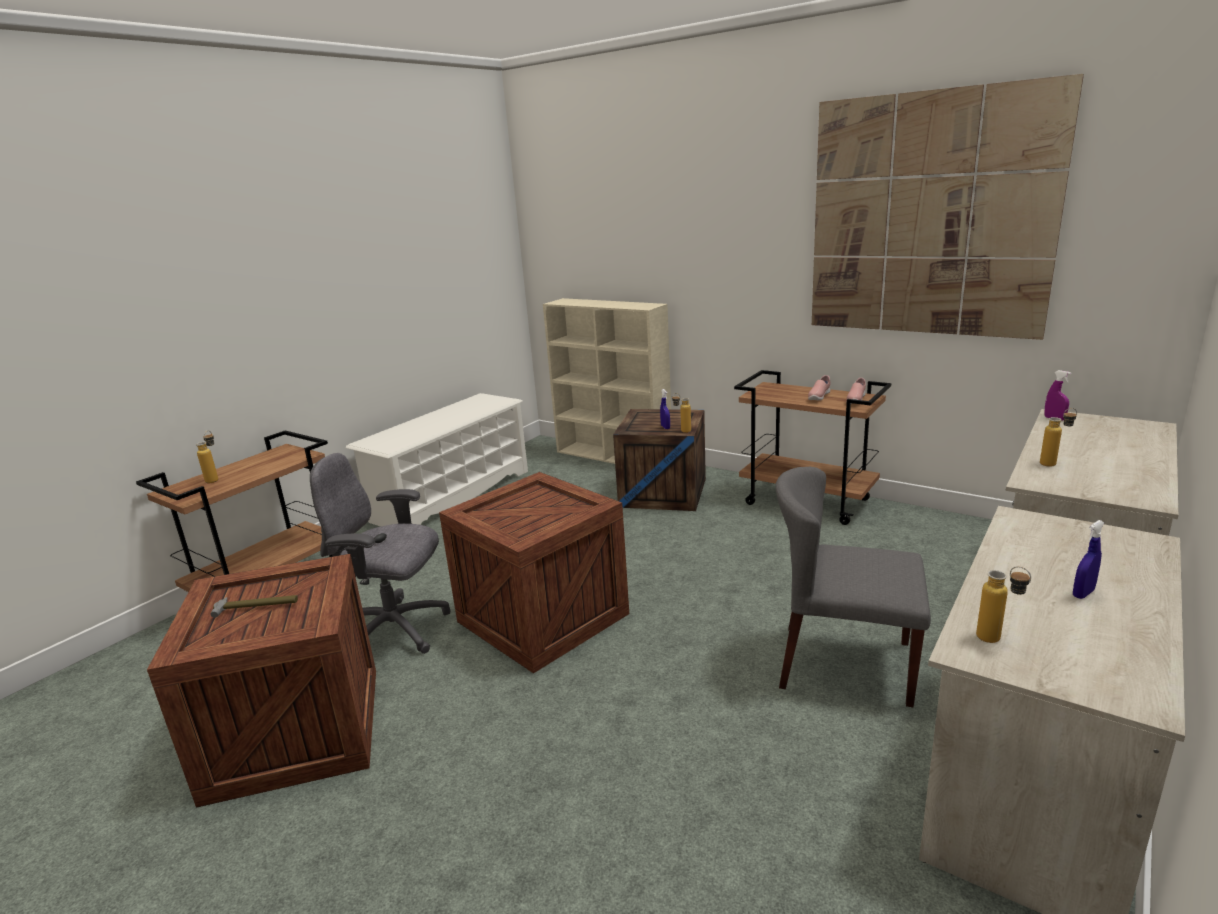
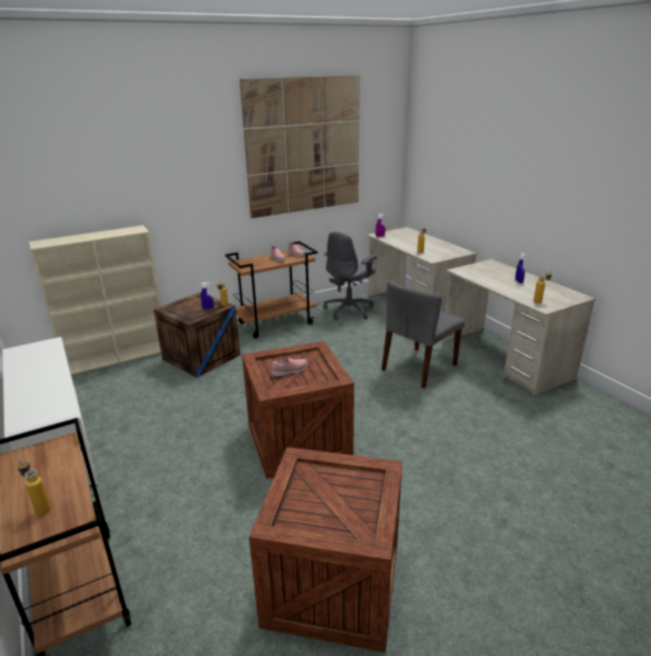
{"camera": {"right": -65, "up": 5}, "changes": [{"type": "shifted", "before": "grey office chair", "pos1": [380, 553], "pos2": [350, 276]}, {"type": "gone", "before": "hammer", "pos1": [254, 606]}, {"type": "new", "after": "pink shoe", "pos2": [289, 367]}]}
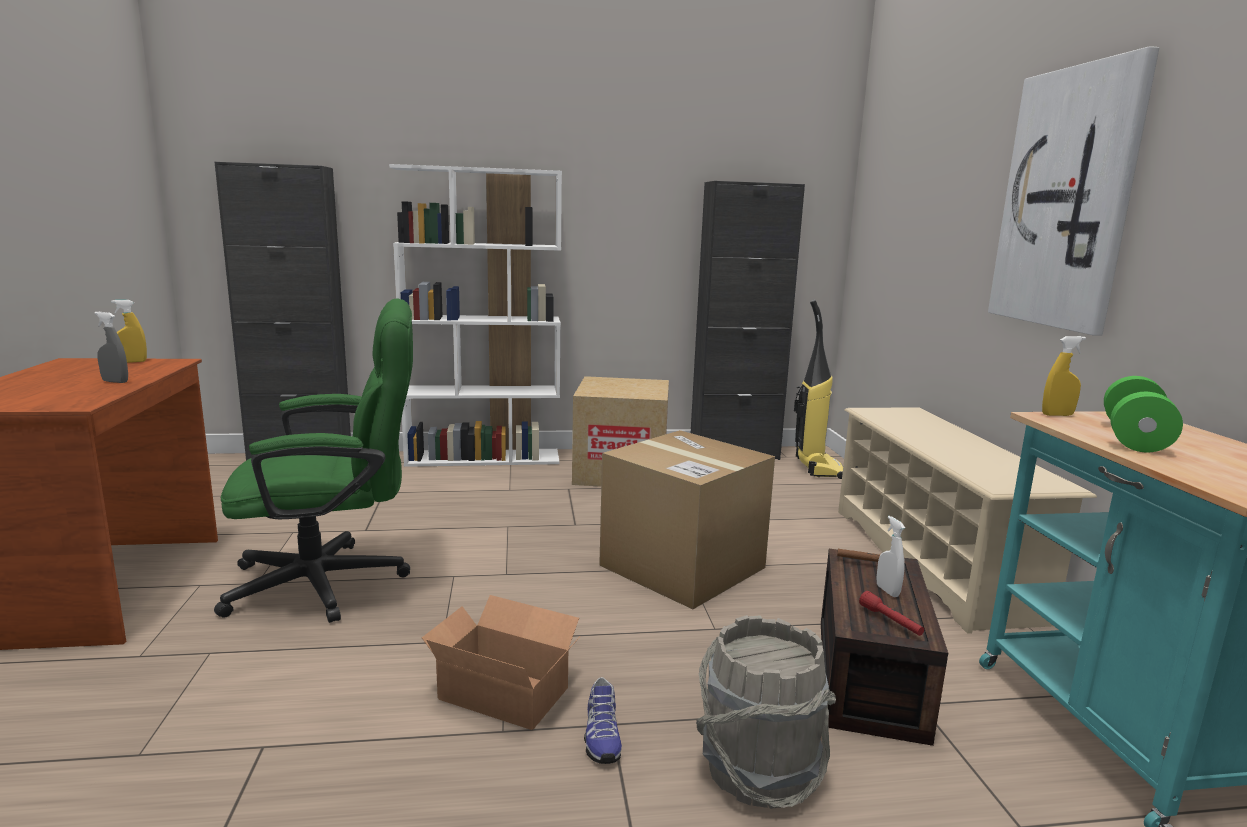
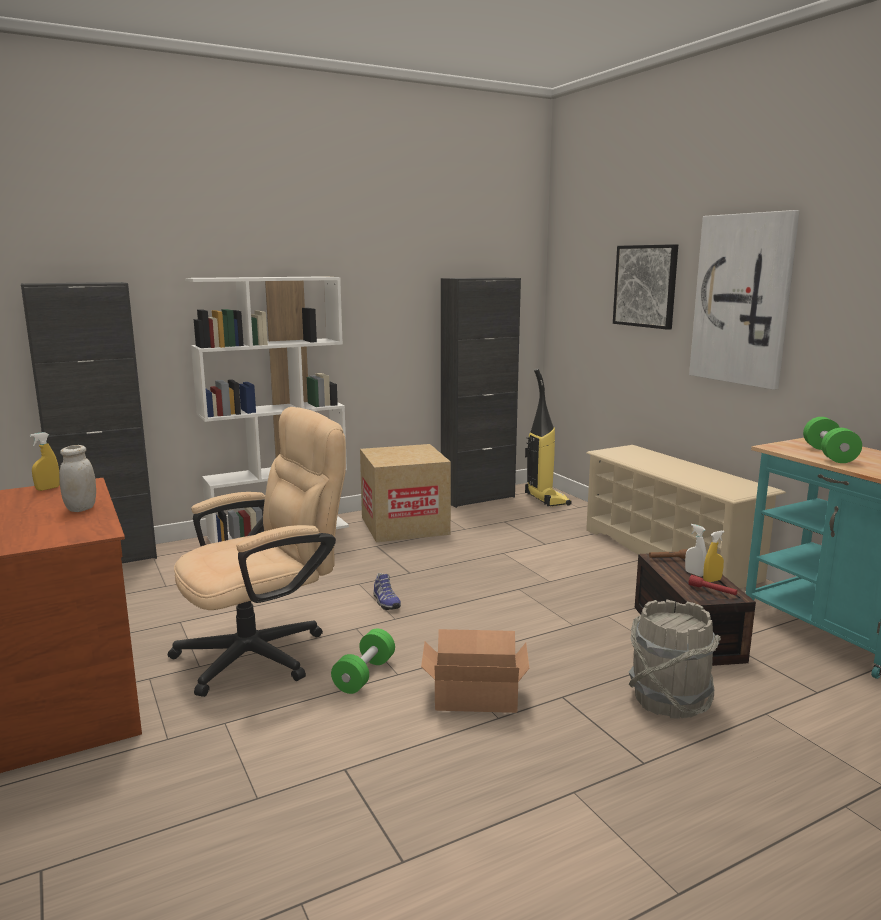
{"camera": {"right": -20, "up": 0}, "changes": [{"type": "repainted", "before": "green office chair", "after": "beige office chair", "pos1": [313, 460], "pos2": [257, 552]}, {"type": "swapped", "before": "grey spray bottle", "after": "white jar", "pos1": [111, 347], "pos2": [77, 478]}, {"type": "shifted", "before": "yellow spray bottle", "pos1": [1064, 376], "pos2": [714, 556]}, {"type": "gone", "before": "cardboard box", "pos1": [687, 519]}, {"type": "shifted", "before": "shoe", "pos1": [603, 720], "pos2": [387, 591]}, {"type": "new", "after": "picture", "pos2": [645, 287]}, {"type": "new", "after": "green dumbbell", "pos2": [363, 661]}]}
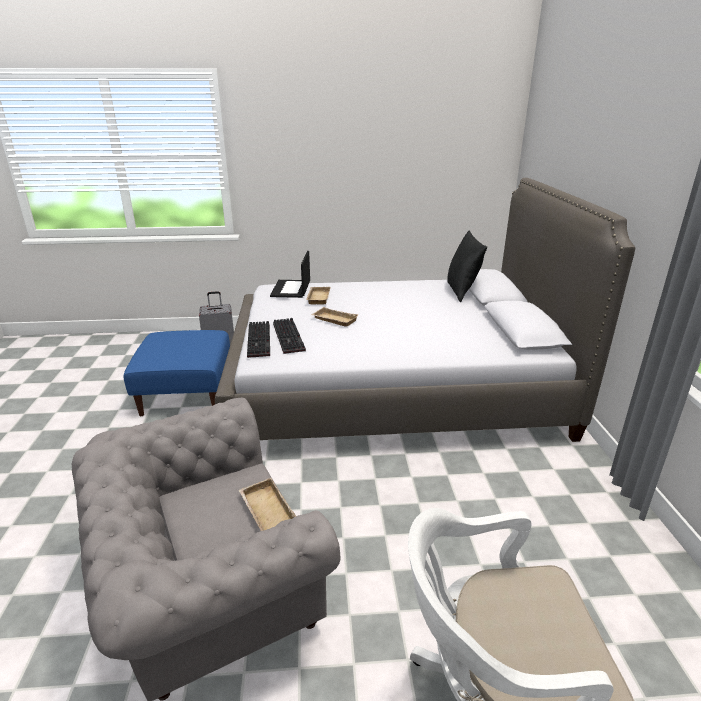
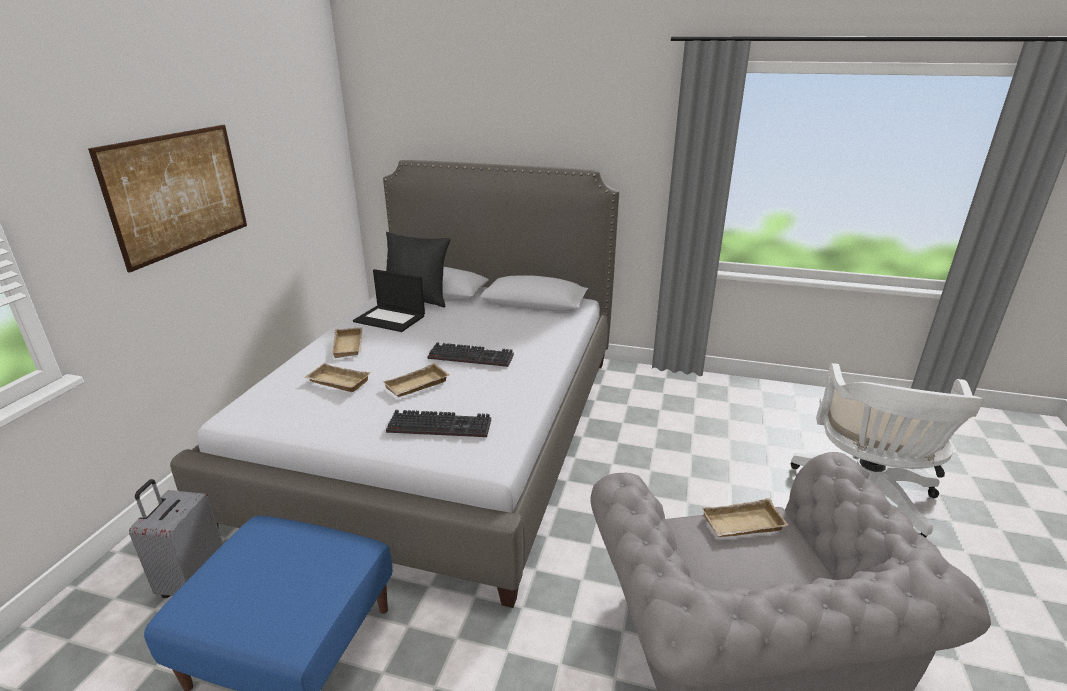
{"camera": {"right": -70, "up": 0}, "changes": [{"type": "shifted", "before": "laptop", "pos1": [290, 274], "pos2": [389, 300]}, {"type": "shifted", "before": "keyboard", "pos1": [258, 339], "pos2": [470, 354]}, {"type": "new", "after": "picture", "pos2": [167, 198]}, {"type": "new", "after": "beige tray", "pos2": [347, 342]}]}
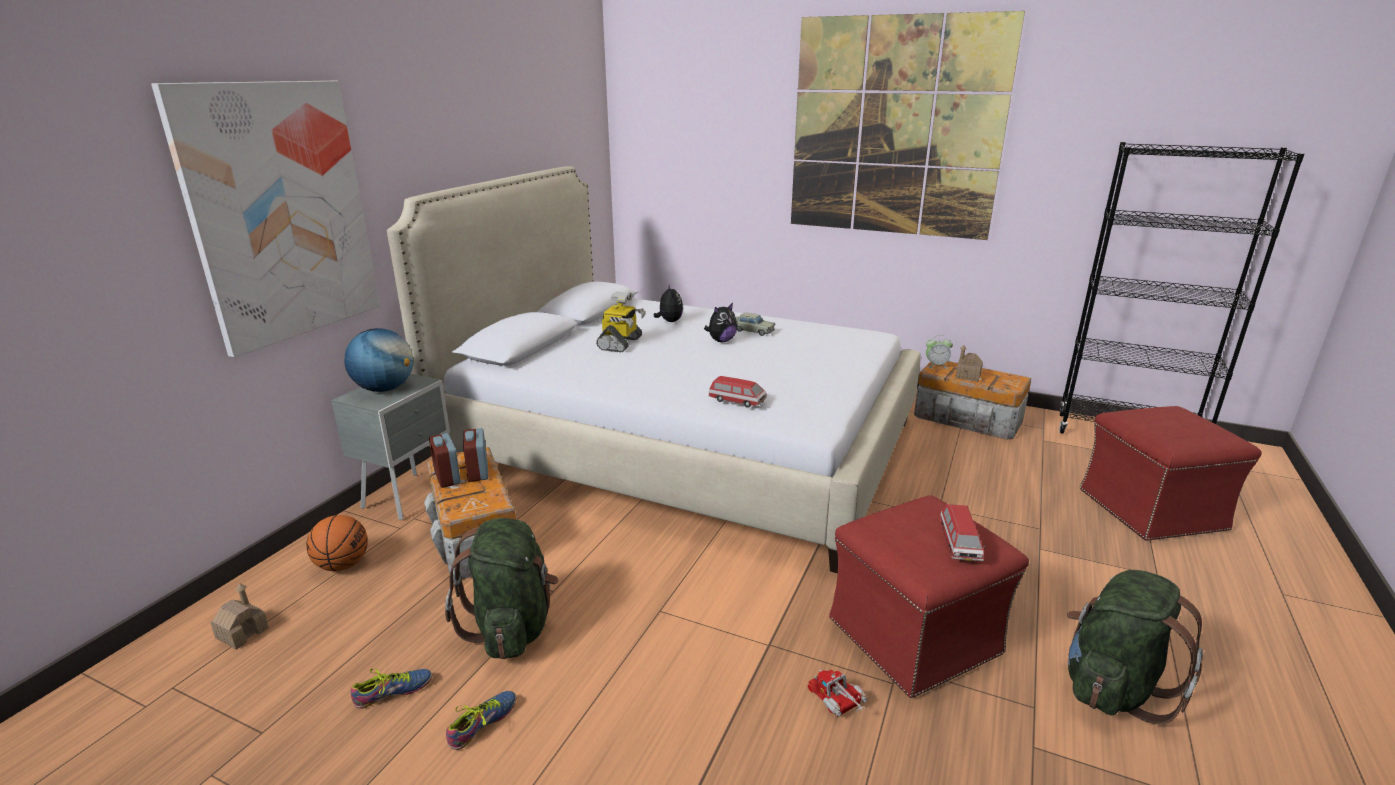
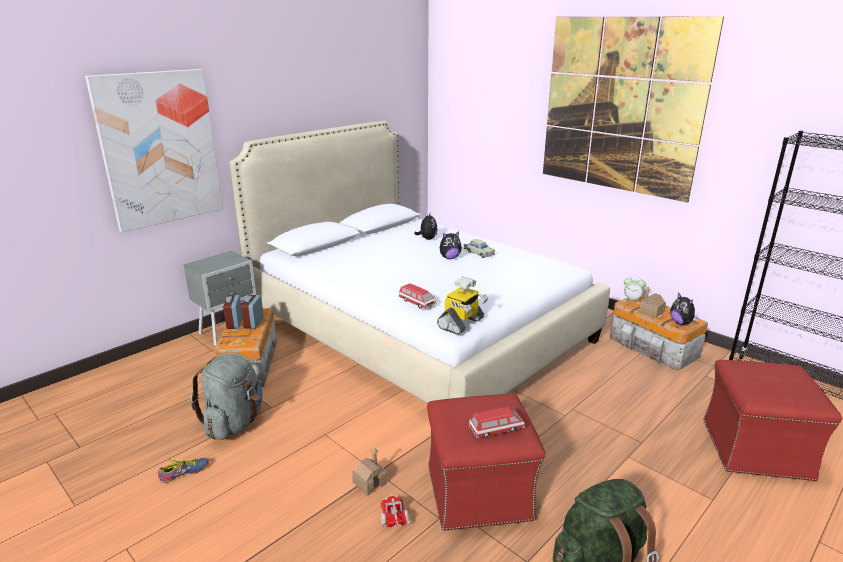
{"camera": {"right": 20, "up": 0}, "changes": [{"type": "shifted", "before": "toy robot", "pos1": [621, 322], "pos2": [462, 306]}, {"type": "gone", "before": "globe", "pos1": [378, 360]}, {"type": "rotated", "before": "toy car", "pos1": [963, 532], "pos2": [497, 422], "turn": -135}, {"type": "gone", "before": "basketball", "pos1": [337, 543]}, {"type": "repainted", "before": "green backpack", "after": "grey backpack", "pos1": [501, 588], "pos2": [226, 396]}, {"type": "shifted", "before": "toy house", "pos1": [240, 616], "pos2": [369, 472]}, {"type": "gone", "before": "shoe", "pos1": [391, 688]}, {"type": "new", "after": "plush toy", "pos2": [684, 309]}]}
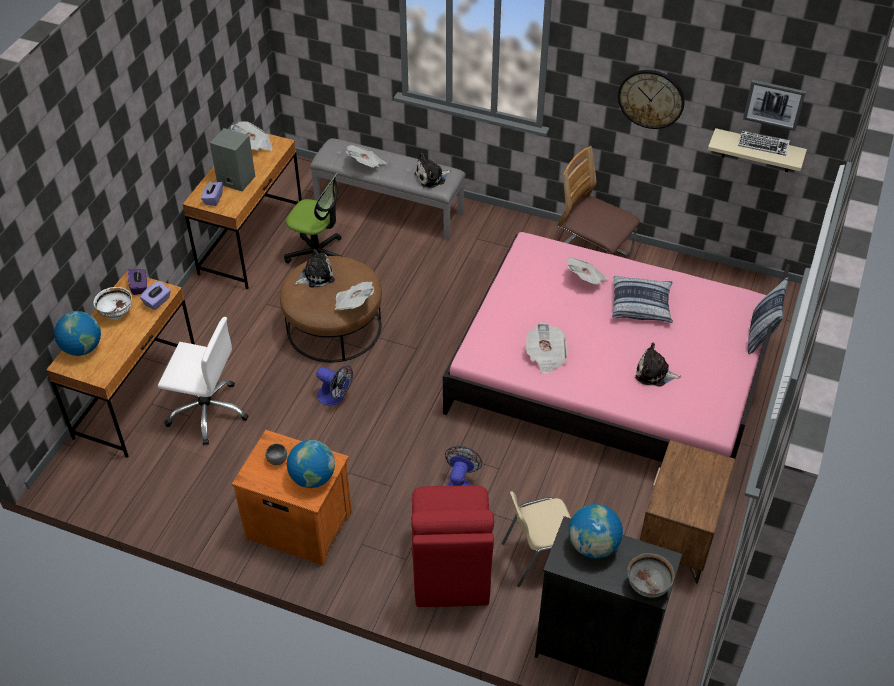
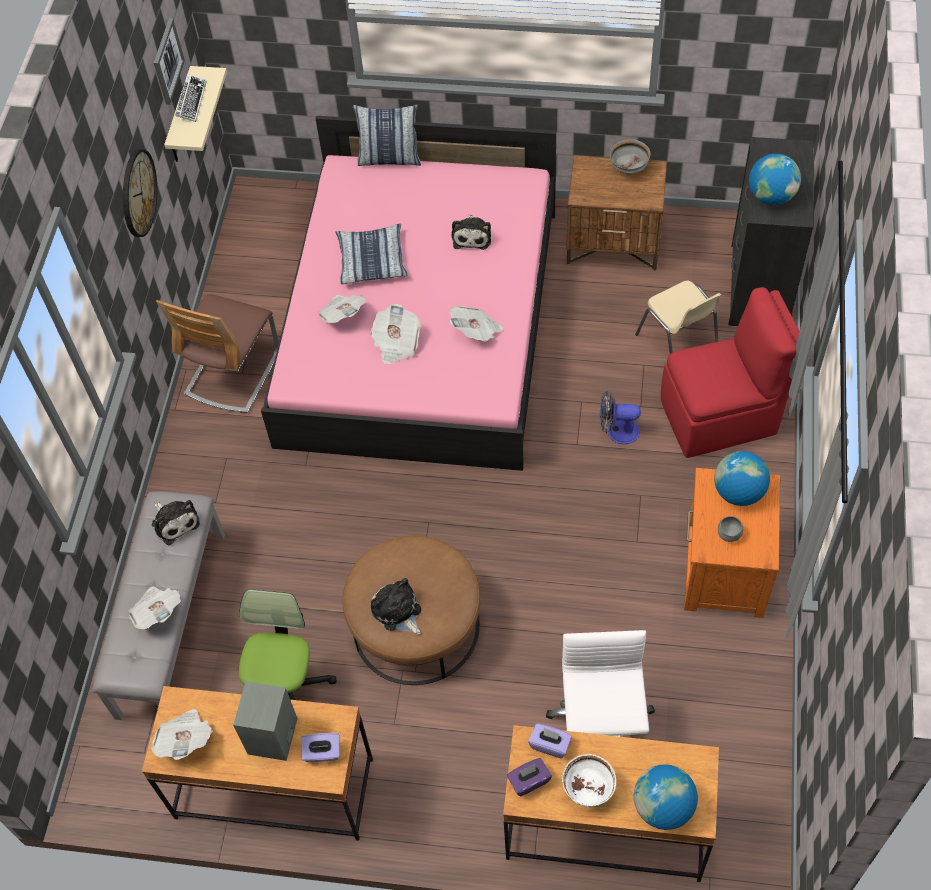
{"camera": {"right": -100, "up": 10}, "changes": [{"type": "shifted", "before": "newspaper", "pos1": [354, 296], "pos2": [395, 334]}, {"type": "gone", "before": "fan", "pos1": [334, 385]}, {"type": "shifted", "before": "grey bowl", "pos1": [651, 575], "pos2": [630, 157]}]}
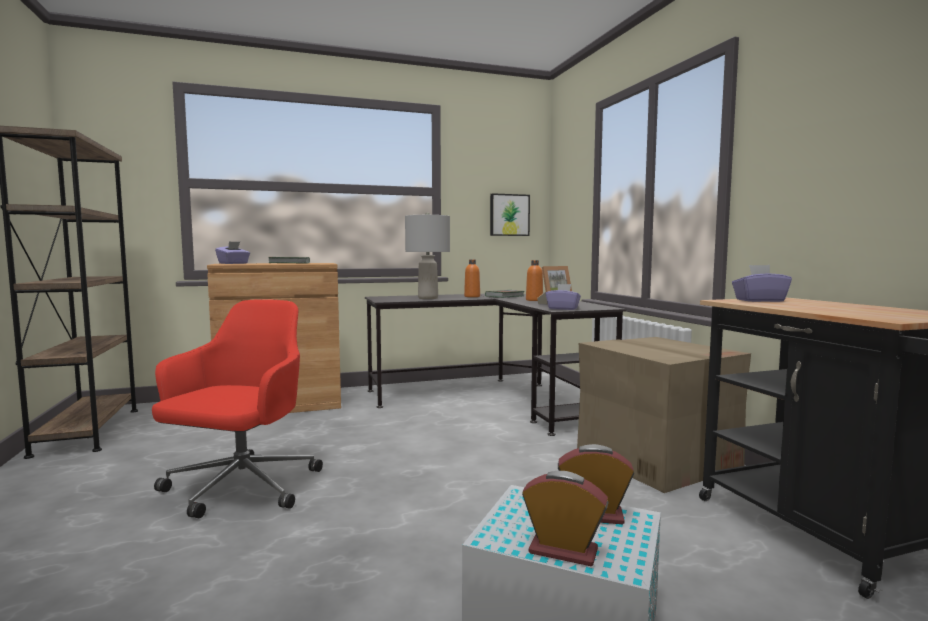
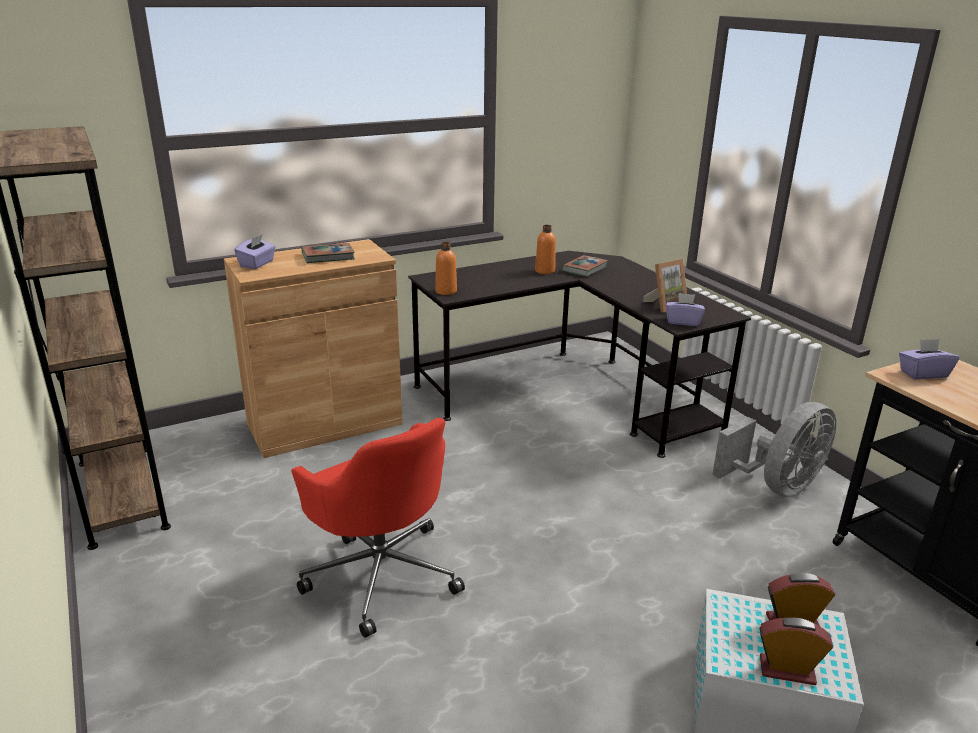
{"camera": {"right": -10, "up": 20}, "changes": [{"type": "gone", "before": "picture", "pos1": [510, 214]}, {"type": "gone", "before": "grey table lamp", "pos1": [427, 256]}, {"type": "shifted", "before": "orange bottle", "pos1": [534, 280], "pos2": [446, 268]}, {"type": "rotated", "before": "red office chair", "pos1": [237, 408], "pos2": [378, 528], "turn": 135}, {"type": "swapped", "before": "cardboard box", "after": "grey fan", "pos1": [664, 415], "pos2": [774, 449]}]}
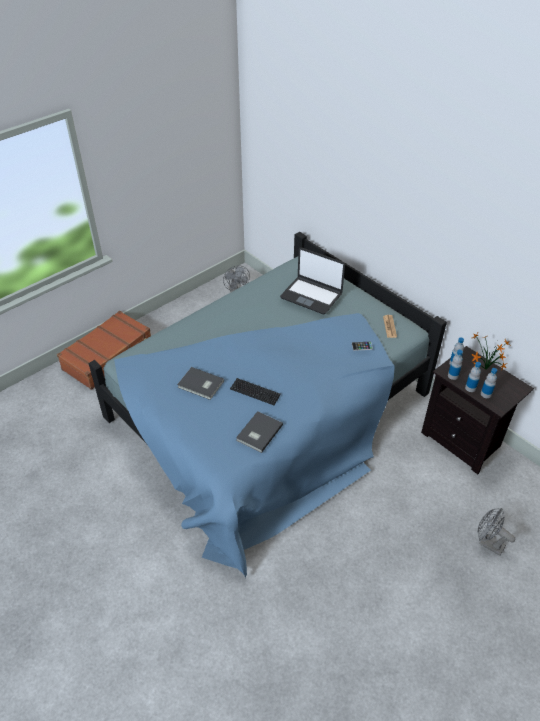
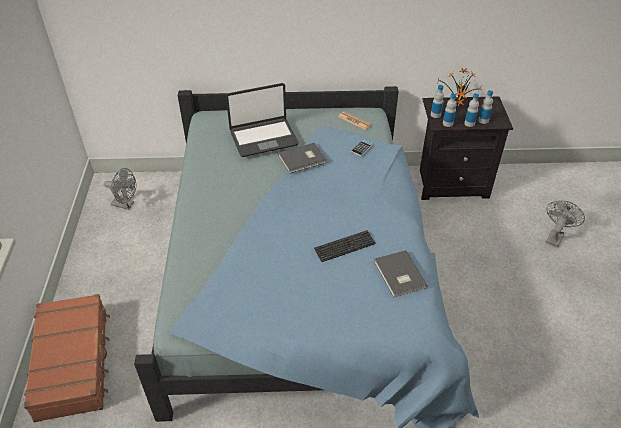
{"camera": {"right": -50, "up": 0}, "changes": [{"type": "shifted", "before": "grey book", "pos1": [200, 383], "pos2": [302, 158]}, {"type": "rotated", "before": "grey fan", "pos1": [496, 532], "pos2": [565, 224], "turn": 135}]}
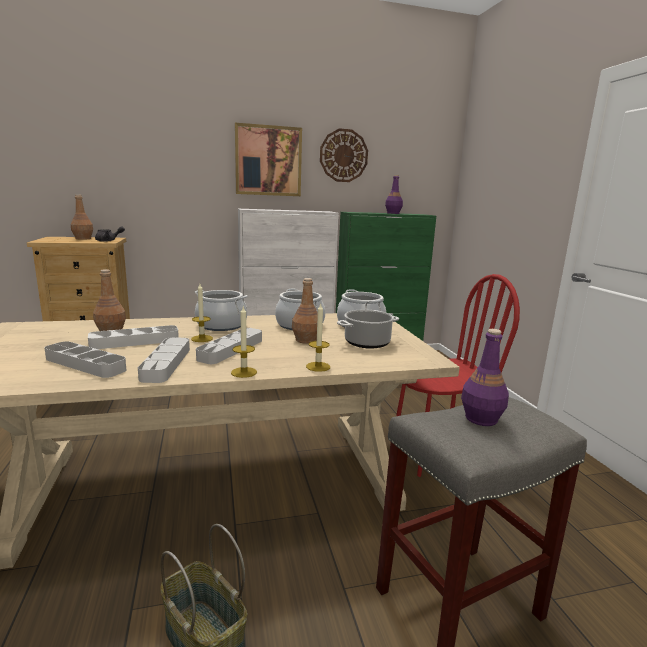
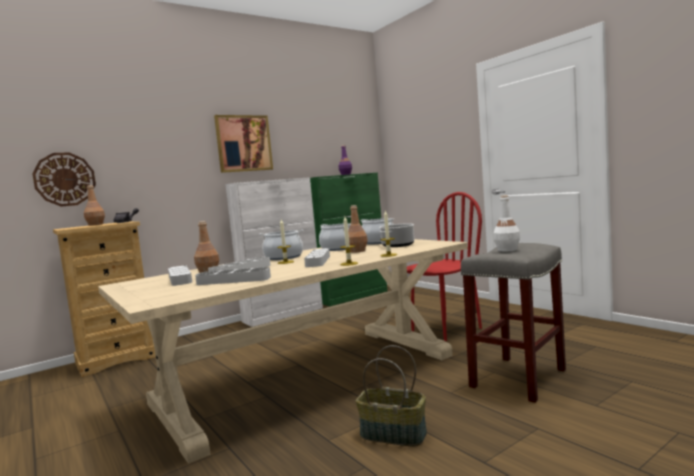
{"camera": {"right": -20, "up": -10}, "changes": [{"type": "shifted", "before": "wall clock", "pos1": [344, 155], "pos2": [64, 179]}, {"type": "repainted", "before": "purple bottle", "after": "white bottle", "pos1": [485, 377], "pos2": [506, 223]}, {"type": "shifted", "before": "grey tray", "pos1": [164, 360], "pos2": [180, 275]}]}
